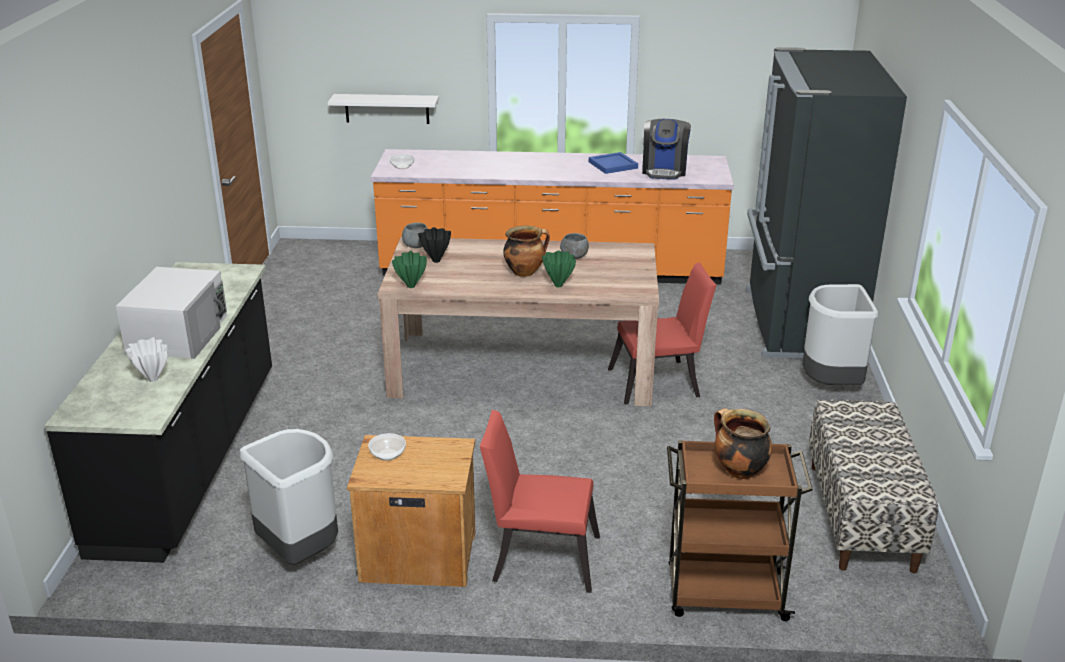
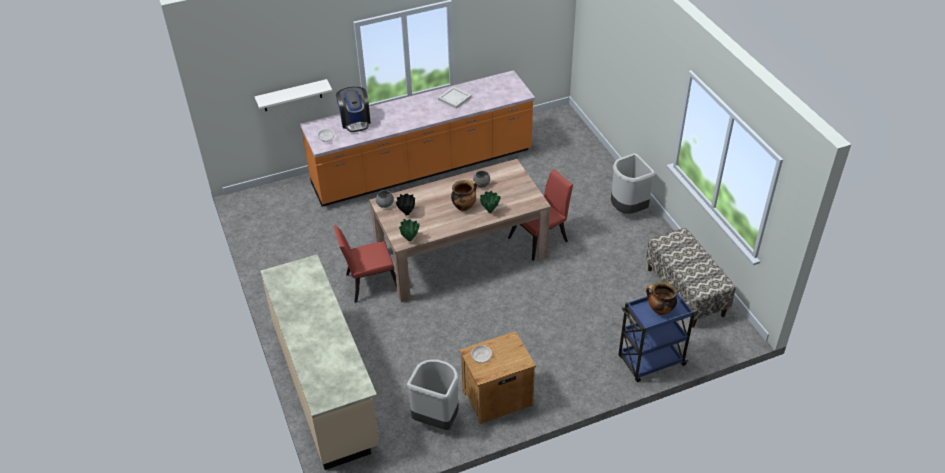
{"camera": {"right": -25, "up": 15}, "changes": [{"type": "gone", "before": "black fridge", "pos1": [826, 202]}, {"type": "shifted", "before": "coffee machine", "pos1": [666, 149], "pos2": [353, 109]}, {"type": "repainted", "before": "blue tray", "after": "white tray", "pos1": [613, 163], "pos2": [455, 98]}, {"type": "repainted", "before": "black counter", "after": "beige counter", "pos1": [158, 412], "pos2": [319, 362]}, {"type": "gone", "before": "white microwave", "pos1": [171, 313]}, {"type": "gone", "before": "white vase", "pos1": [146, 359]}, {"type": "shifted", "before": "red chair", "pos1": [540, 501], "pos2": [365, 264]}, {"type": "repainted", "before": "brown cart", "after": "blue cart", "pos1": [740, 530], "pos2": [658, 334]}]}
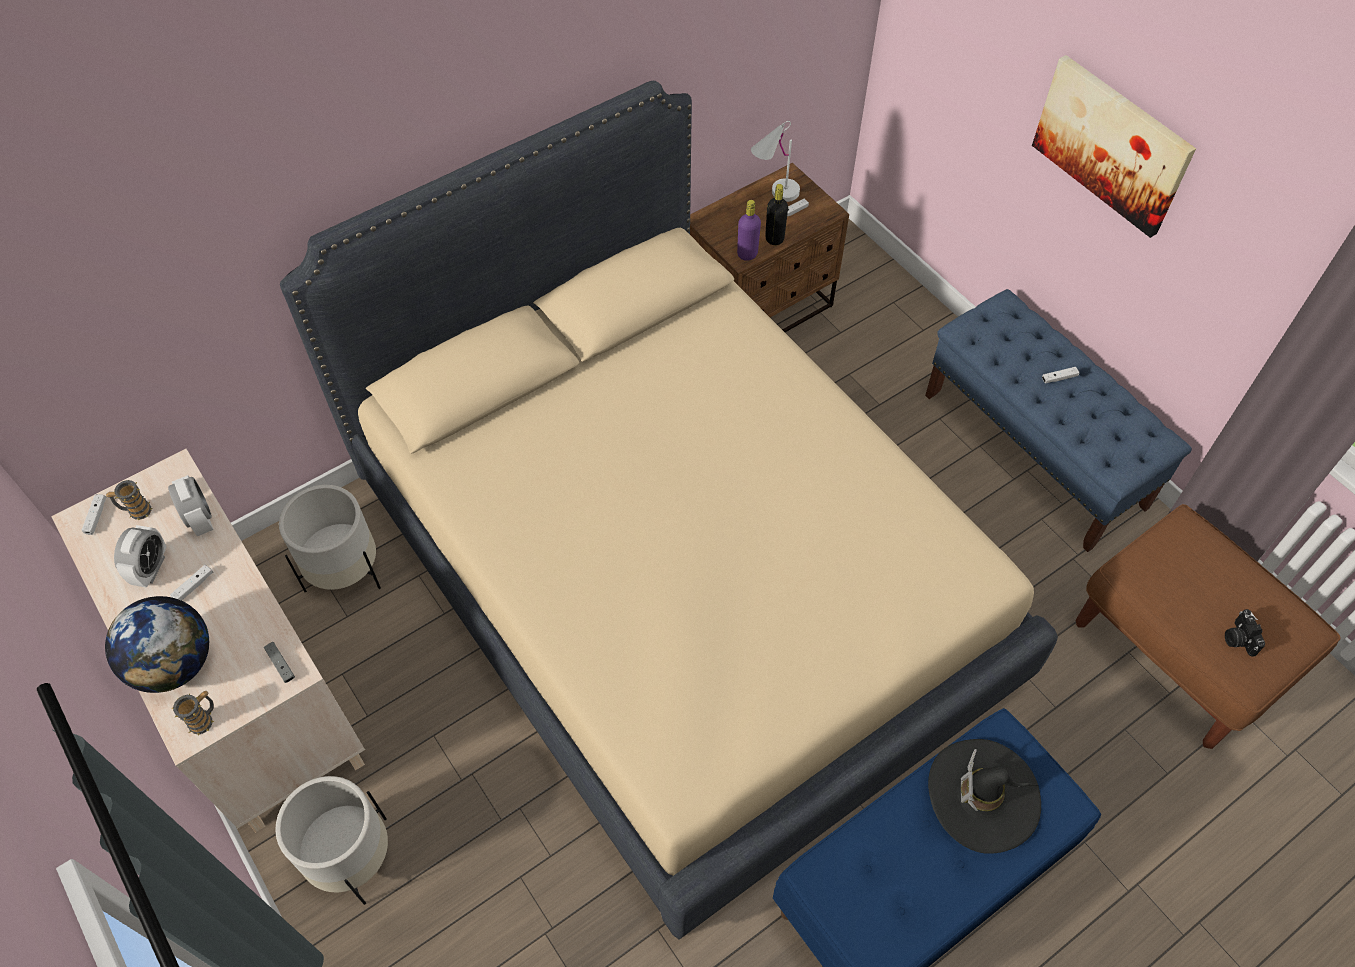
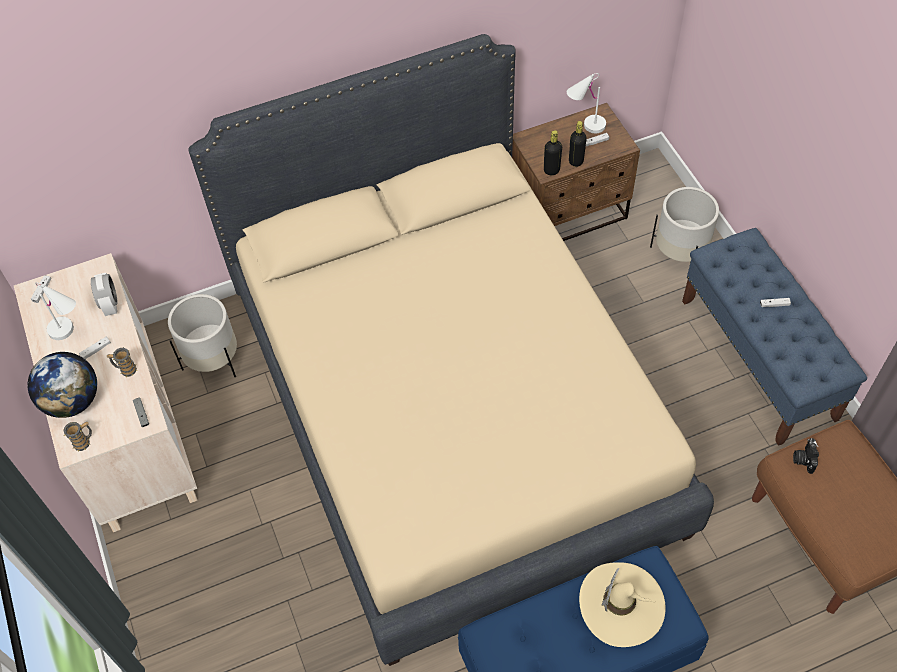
{"camera": {"right": 15, "up": 0}, "changes": [{"type": "gone", "before": "picture", "pos1": [1114, 146]}, {"type": "repainted", "before": "purple bottle", "after": "black bottle", "pos1": [749, 230], "pos2": [553, 152]}, {"type": "shifted", "before": "mug", "pos1": [129, 500], "pos2": [122, 362]}, {"type": "swapped", "before": "alarm clock", "after": "white table lamp", "pos1": [140, 556], "pos2": [55, 311]}, {"type": "shifted", "before": "photo camera", "pos1": [1245, 633], "pos2": [806, 456]}, {"type": "repainted", "before": "black hat", "after": "beige hat", "pos1": [984, 796], "pos2": [622, 604]}, {"type": "shifted", "before": "white planter", "pos1": [331, 840], "pos2": [684, 224]}]}
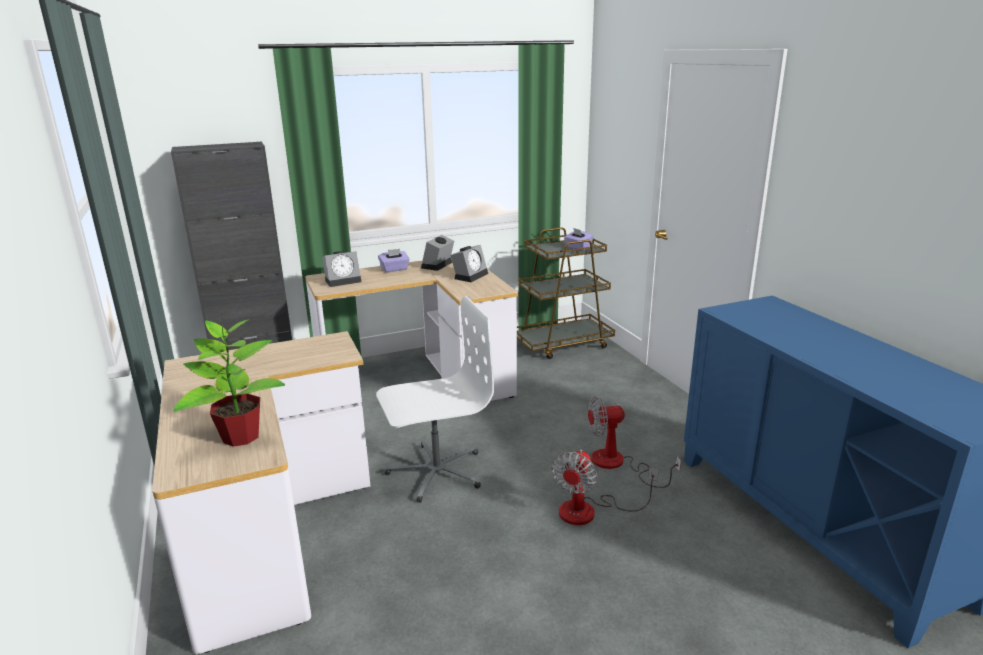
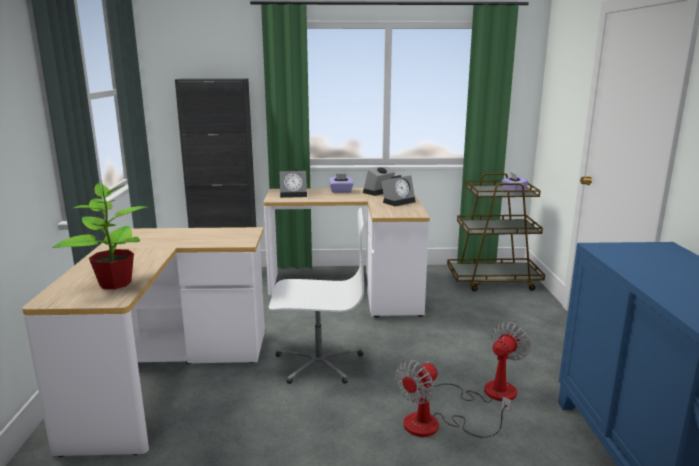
{"camera": {"right": 20, "up": -5}, "changes": [{"type": "rotated", "before": "fan", "pos1": [634, 442], "pos2": [477, 362], "turn": 120}]}
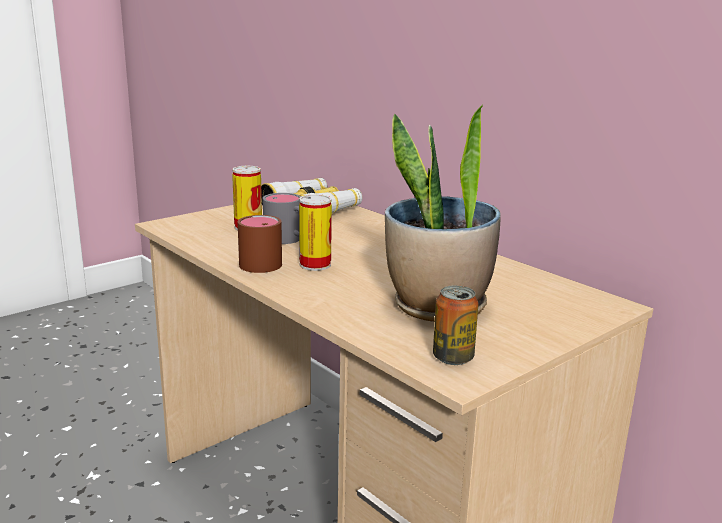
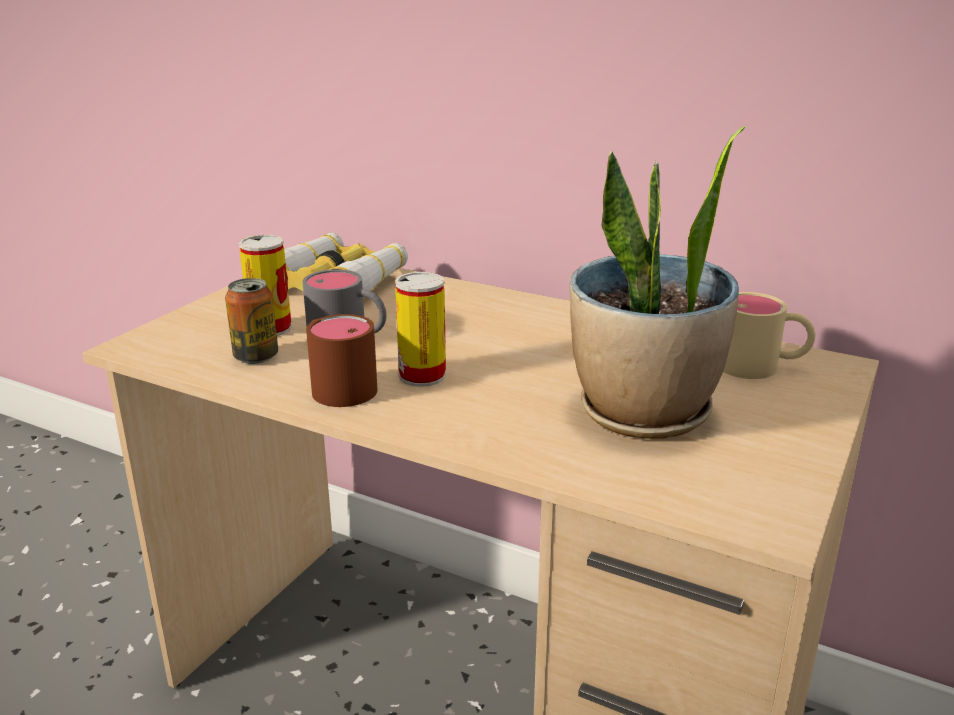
{"camera": {"right": -20, "up": 5}, "changes": [{"type": "shifted", "before": "can", "pos1": [455, 325], "pos2": [251, 321]}, {"type": "new", "after": "beige mug", "pos2": [769, 335]}]}
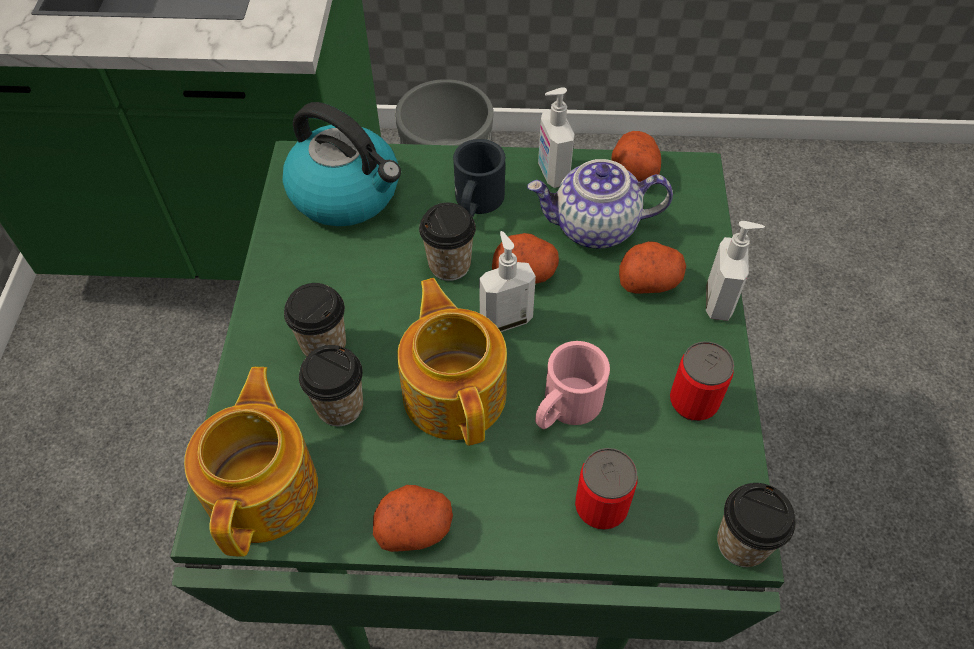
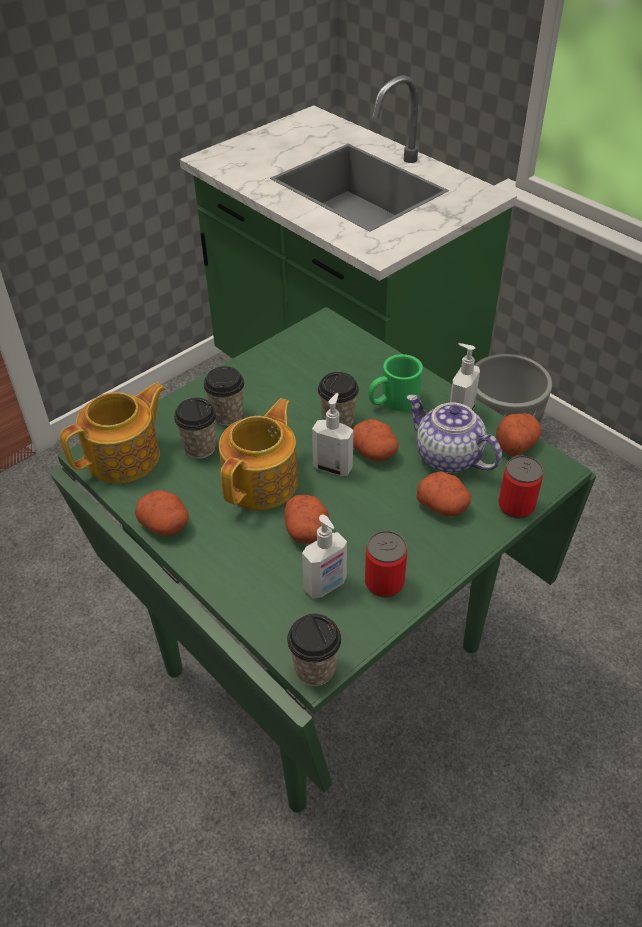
{"camera": {"right": 45, "up": -10}, "changes": [{"type": "gone", "before": "kettle", "pos1": [342, 164]}, {"type": "repainted", "before": "black mug", "after": "green mug", "pos1": [479, 178], "pos2": [395, 382]}, {"type": "shifted", "before": "soap dispenser", "pos1": [735, 271], "pos2": [324, 557]}, {"type": "swapped", "before": "pink mug", "after": "potato", "pos1": [572, 385], "pos2": [307, 519]}, {"type": "shifted", "before": "can", "pos1": [606, 489], "pos2": [520, 487]}]}
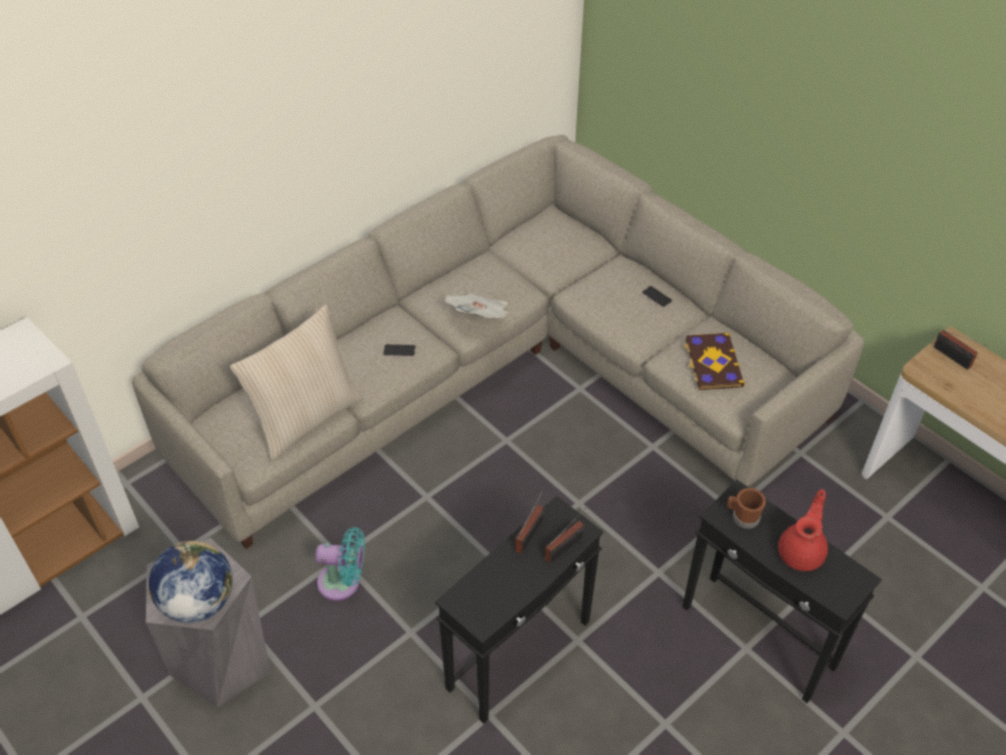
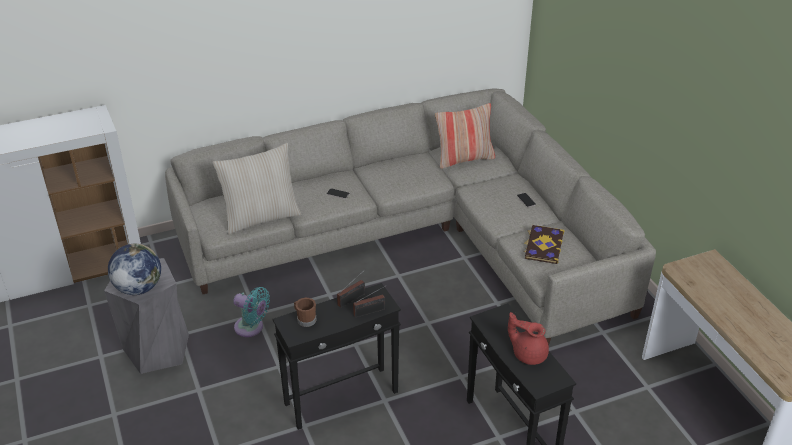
{"camera": {"right": 20, "up": -10}, "changes": [{"type": "gone", "before": "newspaper", "pos1": [476, 305]}, {"type": "gone", "before": "radio", "pos1": [959, 350]}, {"type": "shifted", "before": "brown mug", "pos1": [746, 508], "pos2": [305, 312]}, {"type": "rotated", "before": "red teapot", "pos1": [803, 530], "pos2": [528, 338], "turn": -105}, {"type": "new", "after": "pillow", "pos2": [465, 136]}]}
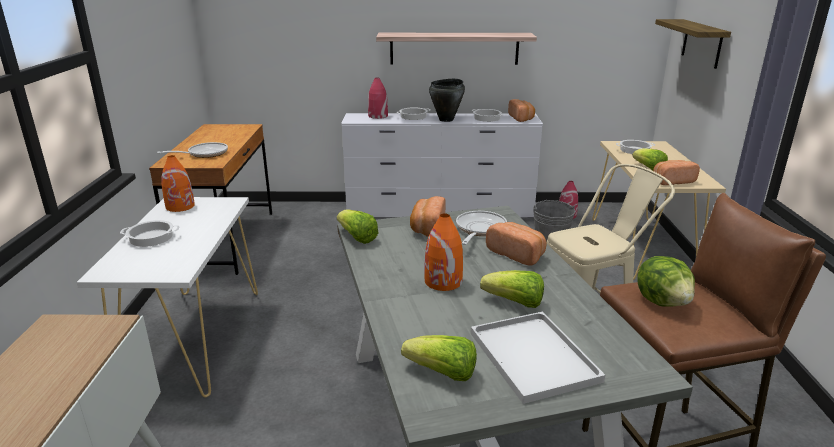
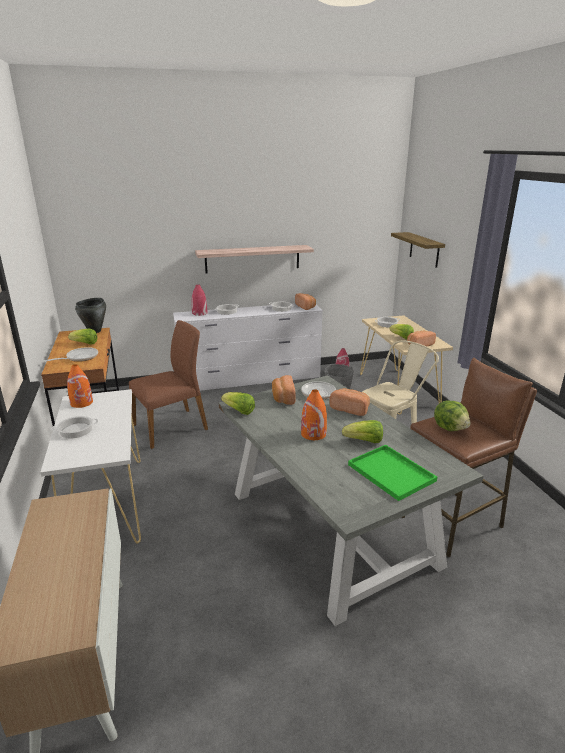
{"camera": {"right": -15, "up": 0}, "changes": [{"type": "shifted", "before": "black cooking pot", "pos1": [447, 100], "pos2": [90, 315]}, {"type": "repainted", "before": "white tray", "after": "green tray", "pos1": [538, 357], "pos2": [392, 473]}, {"type": "shifted", "before": "lettuce", "pos1": [439, 358], "pos2": [83, 337]}, {"type": "new", "after": "brown chair", "pos2": [168, 384]}]}
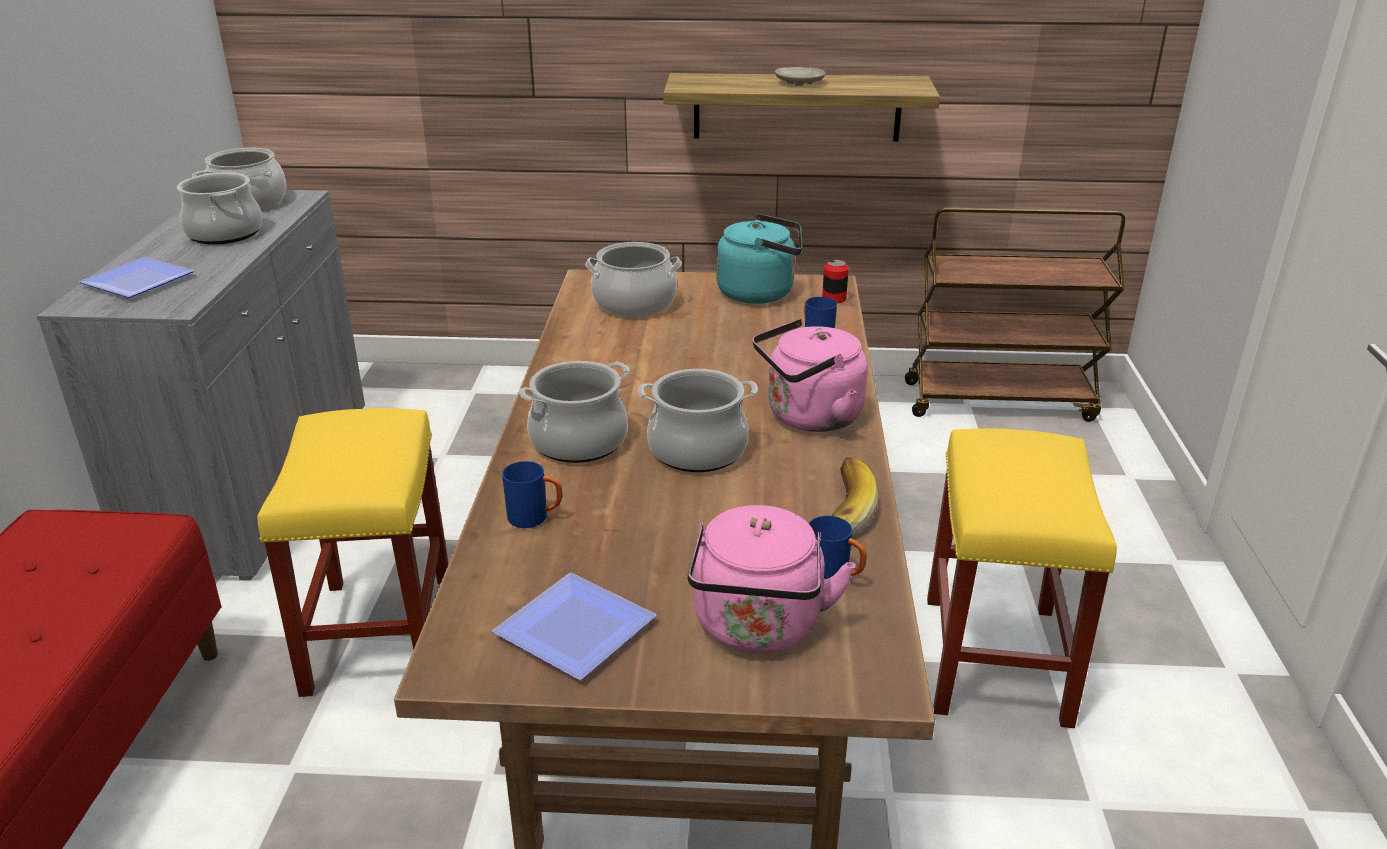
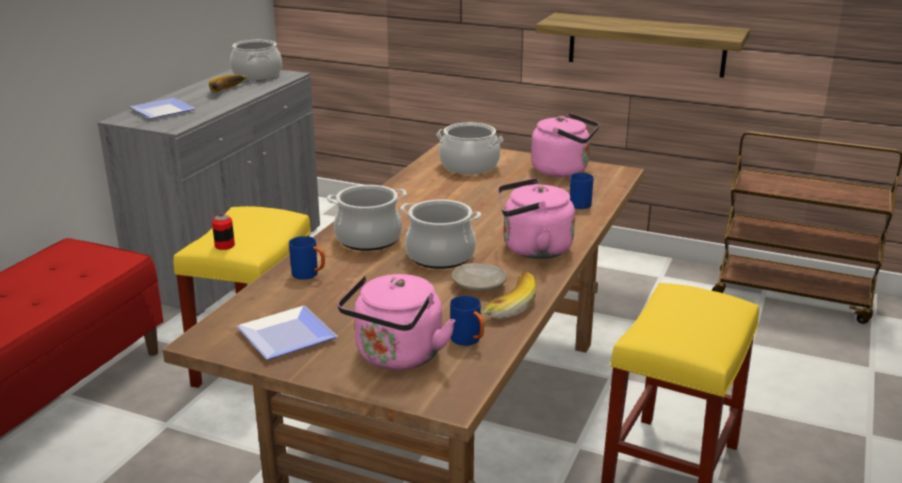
{"camera": {"right": 20, "up": -5}, "changes": [{"type": "shifted", "before": "beige plate", "pos1": [800, 76], "pos2": [479, 277]}, {"type": "swapped", "before": "cooking pot", "after": "banana", "pos1": [219, 207], "pos2": [229, 83]}, {"type": "repainted", "before": "turquoise kettle", "after": "pink kettle", "pos1": [759, 259], "pos2": [565, 145]}, {"type": "shifted", "before": "can", "pos1": [835, 281], "pos2": [223, 232]}]}
